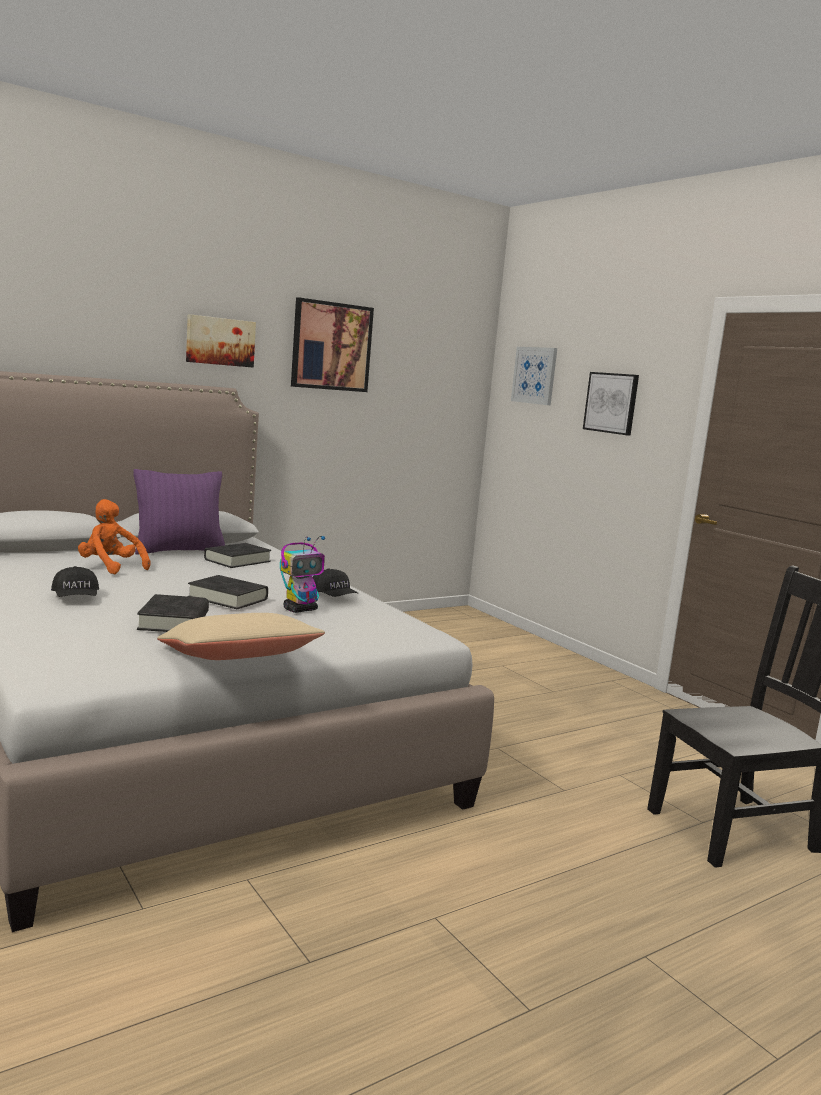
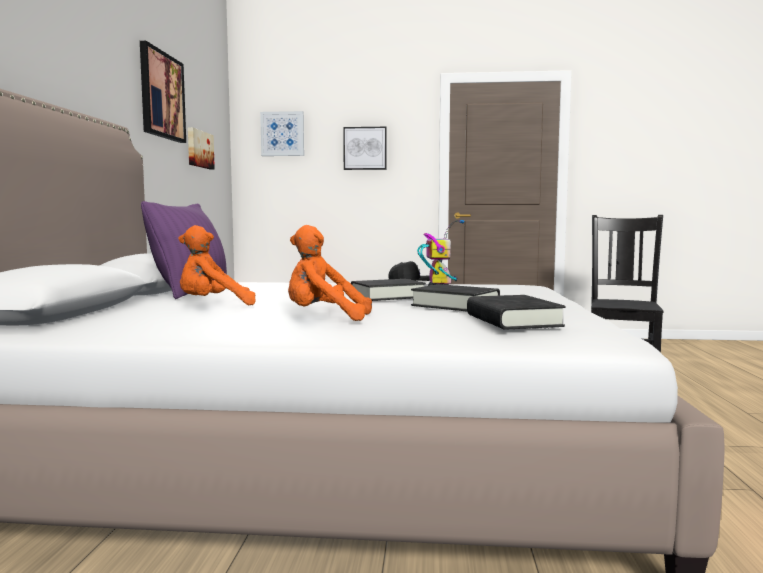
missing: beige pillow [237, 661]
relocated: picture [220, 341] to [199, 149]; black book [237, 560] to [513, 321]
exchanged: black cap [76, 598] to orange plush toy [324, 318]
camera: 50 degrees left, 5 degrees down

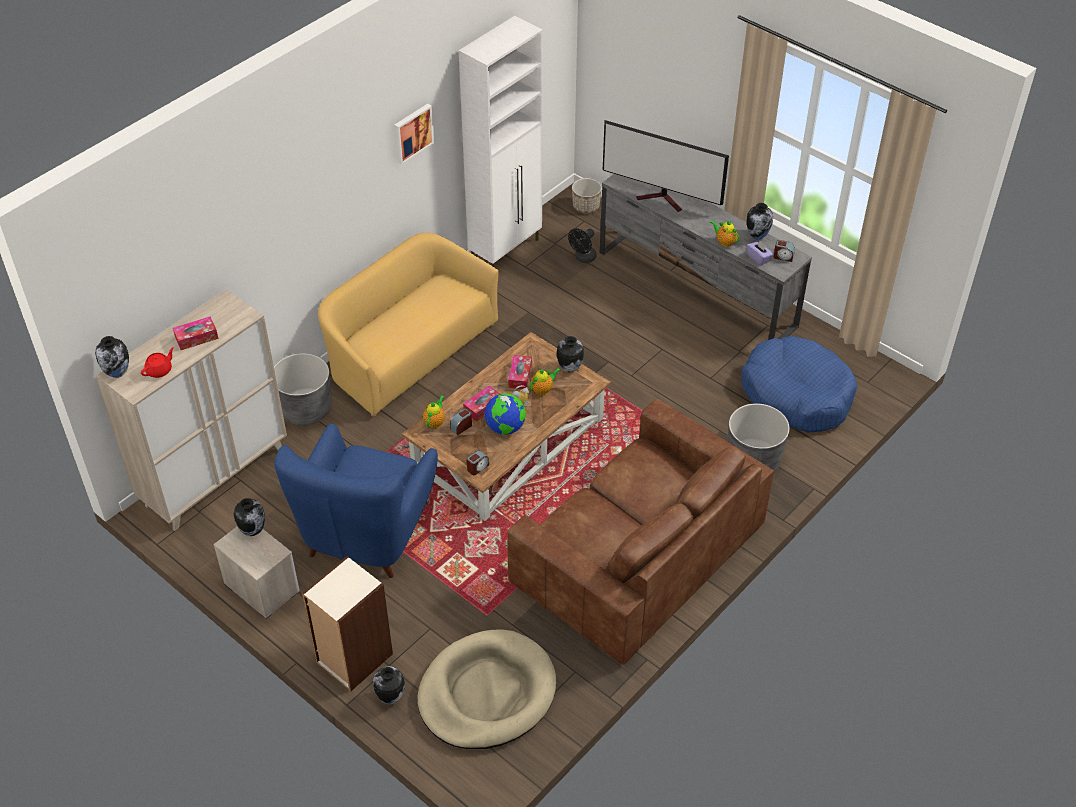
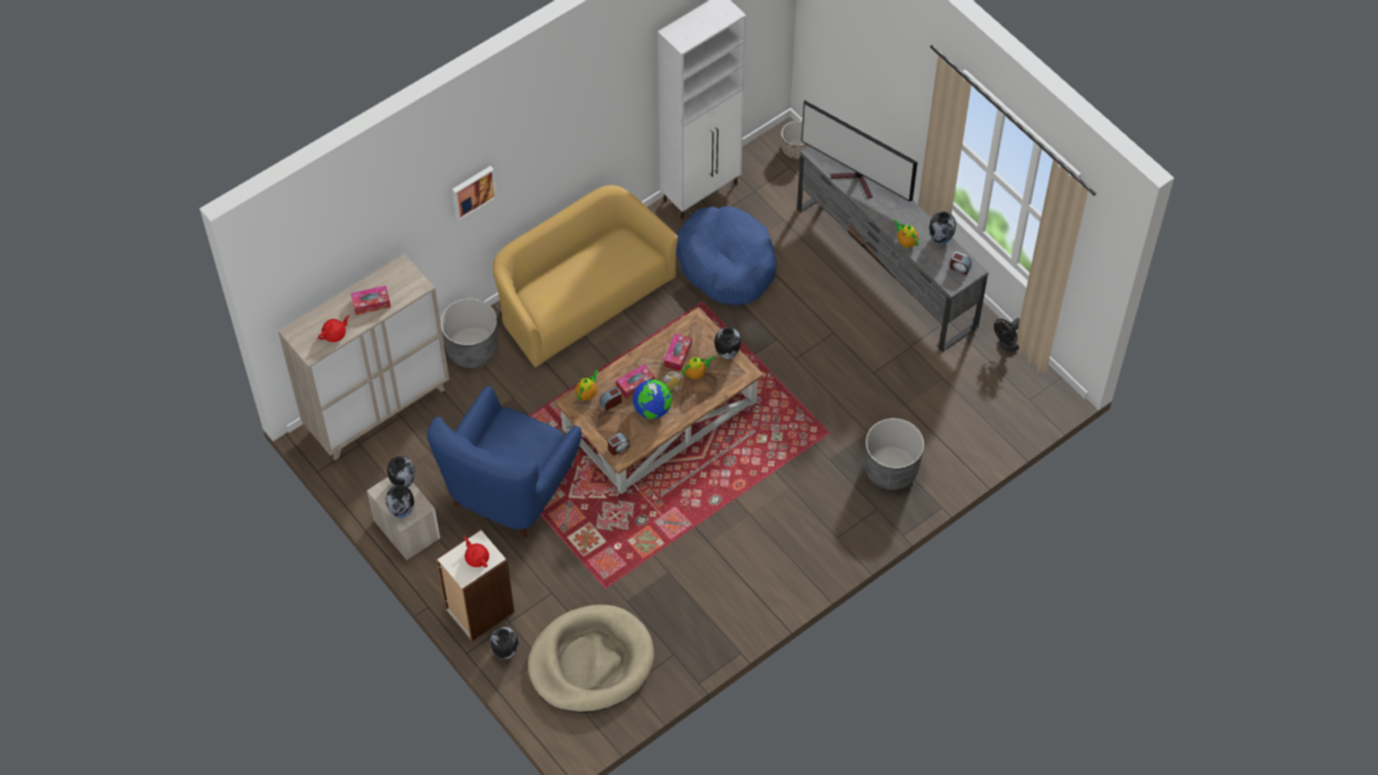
missing: brown sofa [638, 555]; purple tissue box [758, 258]
appeared: red teapot [477, 558]
relocated: vase [118, 373] to [402, 512]; picture [412, 132] to [473, 191]; black fan [583, 258] to [1007, 344]; blue dog bed [796, 394] to [726, 263]
camera: 10 degrees right, 10 degrees up

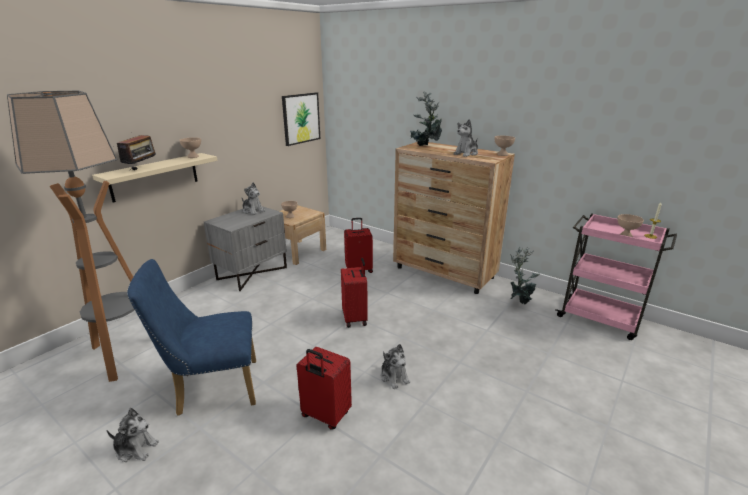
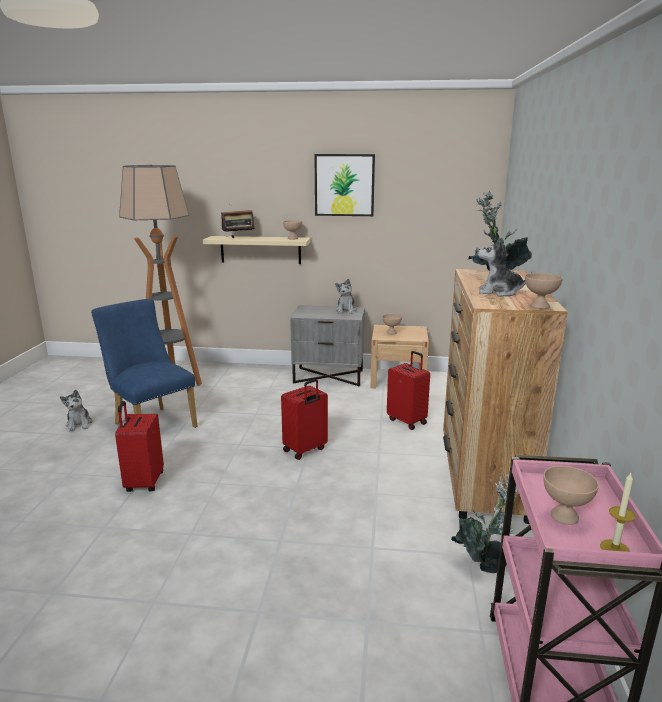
missing: plush toy [394, 377]
relocated: picture [301, 118] to [344, 185]
camera: 60 degrees right, 5 degrees down

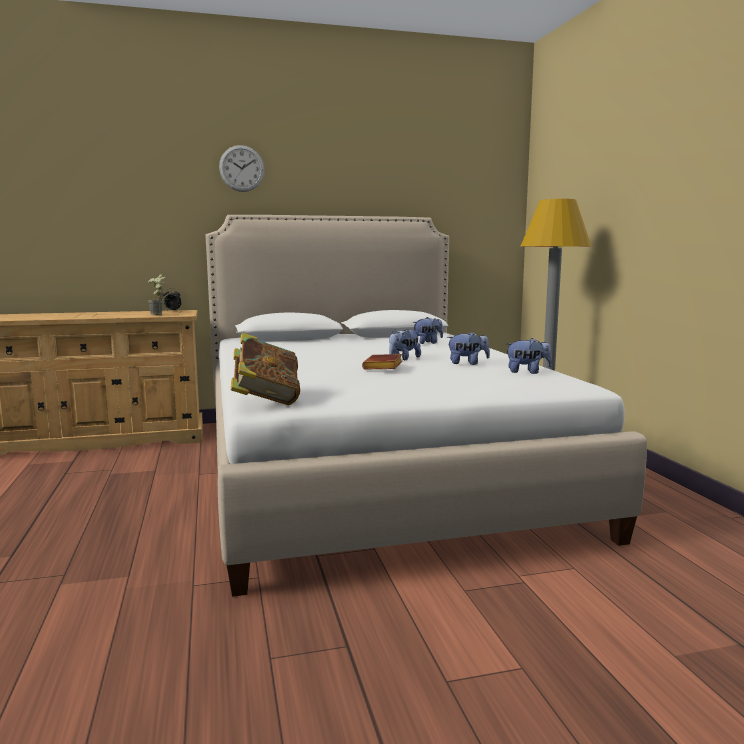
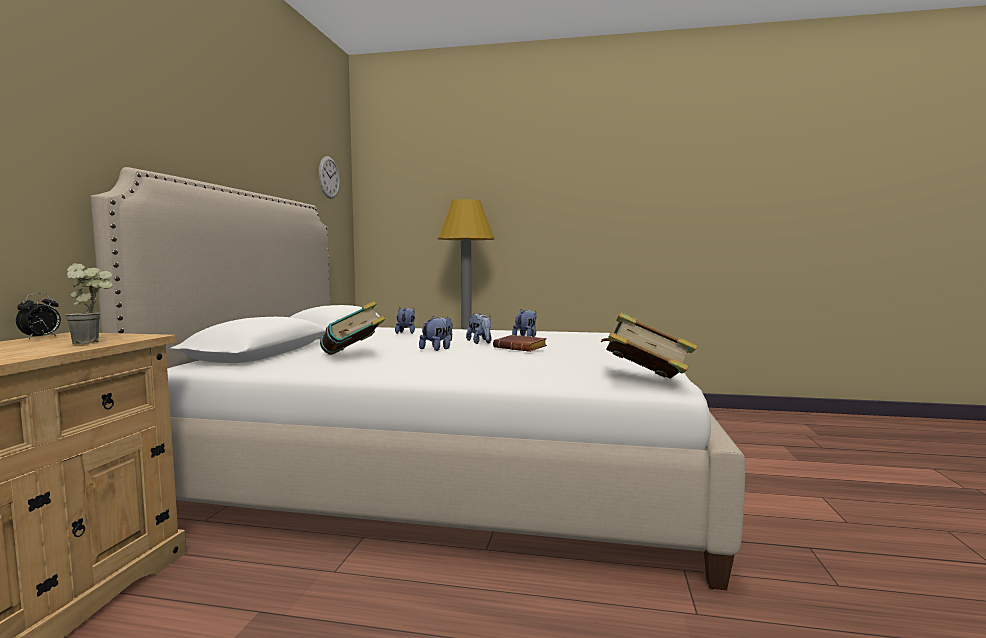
appeared: book [353, 356]
relocated: wall clock [242, 168] to [329, 177]; plush toy [527, 372] to [438, 349]
camera: 65 degrees left, 5 degrees down

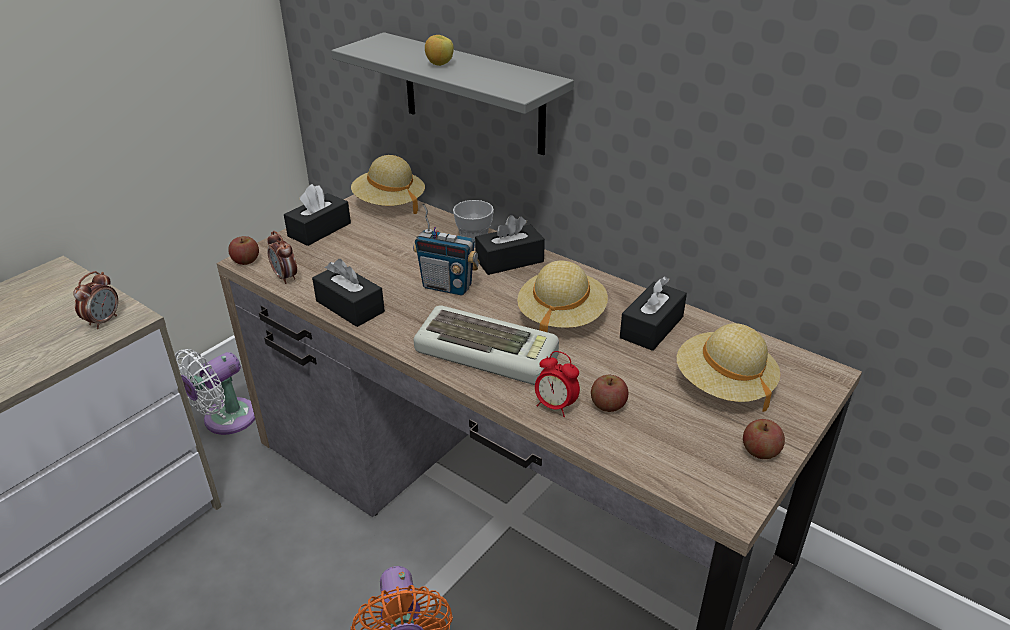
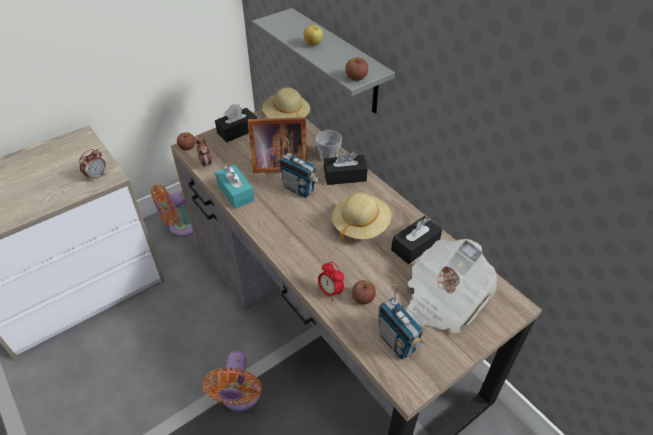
missing: keyboard [488, 353]
appeared: picture frame [277, 164]; radio [397, 342]
relocated: apple [760, 451] to [356, 77]
exchanged: beige hat [723, 385] to newspaper [443, 300]
colour: white fan [225, 420] to orange fan [181, 227]; black tissue box [350, 306] to turquoise tissue box [235, 193]
camera: 15 degrees right, 10 degrees up

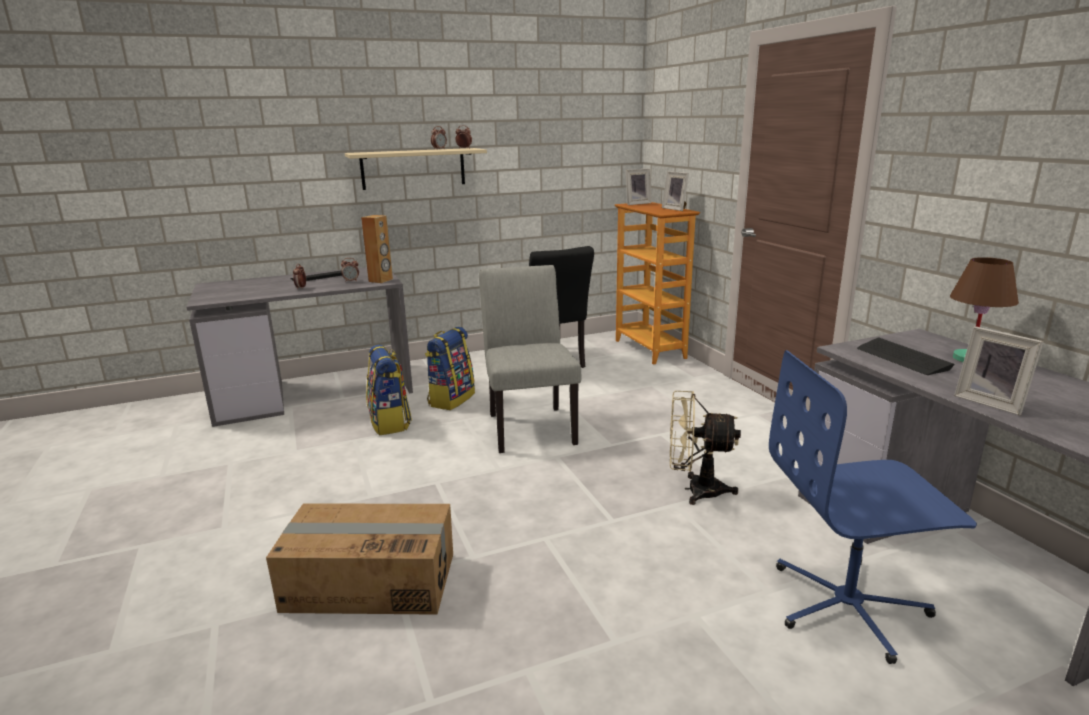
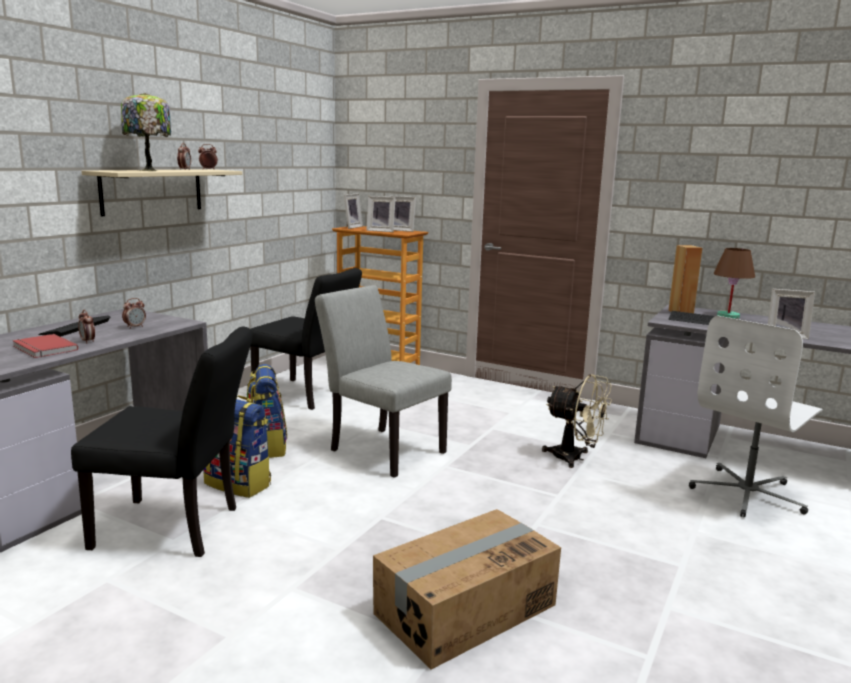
appeared: red book [43, 349]; black chair [177, 528]; table lamp [149, 170]; picture frame [381, 231]
relocated: brown speaker [381, 280] to [681, 312]
colour: blue office chair [849, 606] to white office chair [748, 494]
spun: beige fan [695, 490] = [575, 458] 120 degrees counterclockwise
camera: 40 degrees left, 5 degrees down

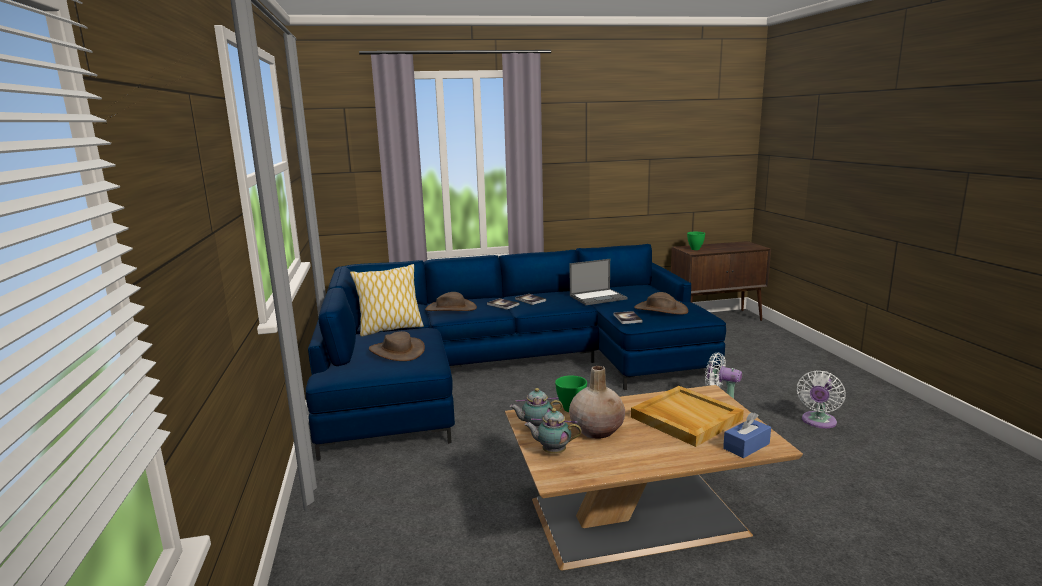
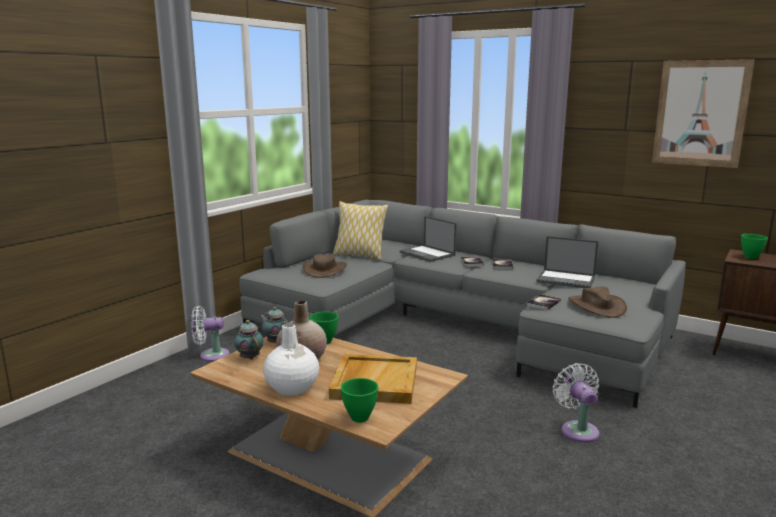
appeared: white vase [292, 388]; picture [700, 113]
relocated: white fan [818, 422] to [211, 355]
exchanged: brown hat [451, 308] to laptop [428, 254]; blue tissue box [746, 446] to green bowl [360, 418]
colour: blue sofa [504, 369] to grey sofa [455, 324]
camera: 45 degrees right, 0 degrees up

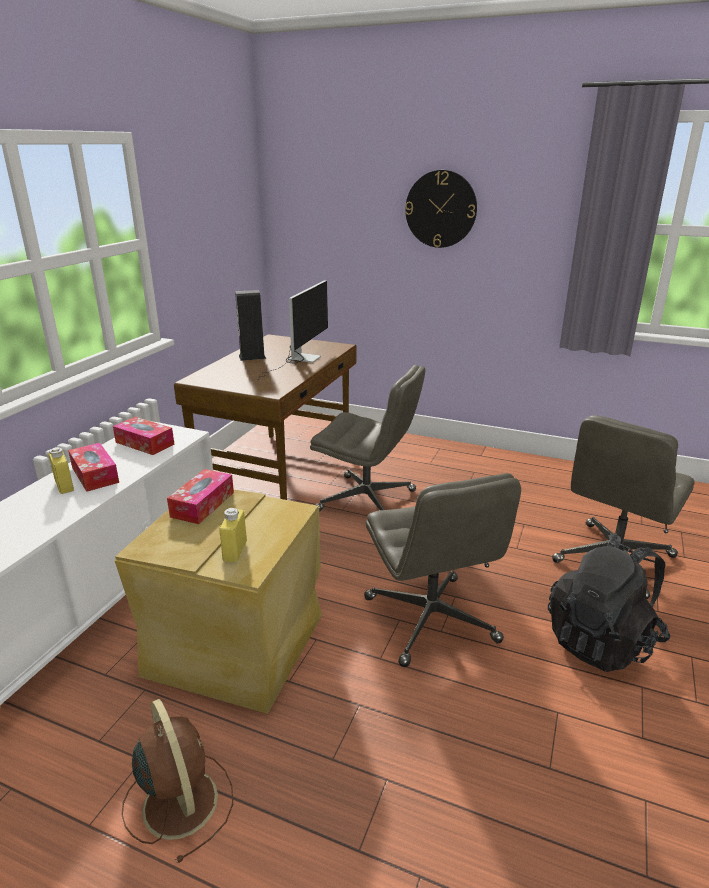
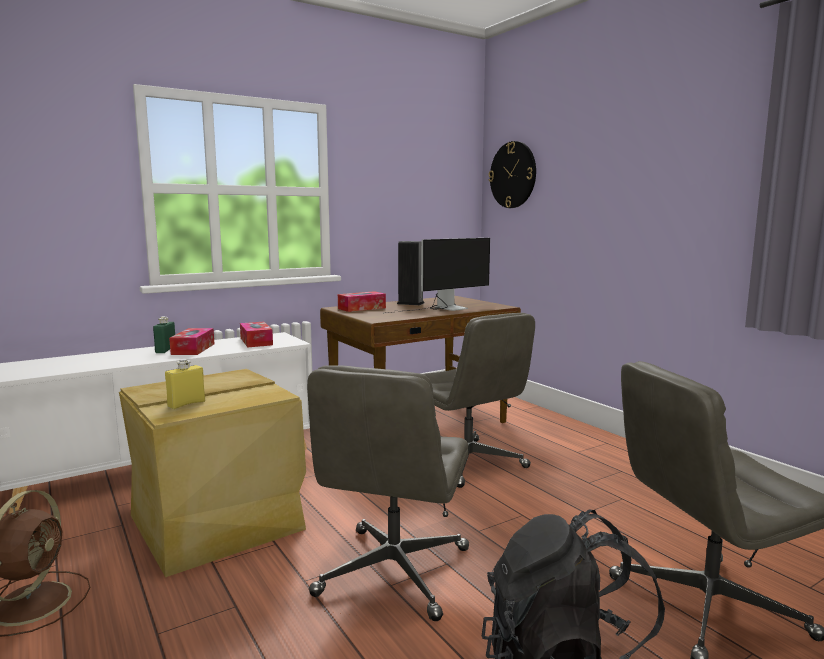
relocated: tissue box [202, 504] to [362, 308]; wall clock [440, 209] to [513, 175]
colour: yellow bottle [64, 486] to green bottle [166, 350]
camera: 35 degrees right, 15 degrees down

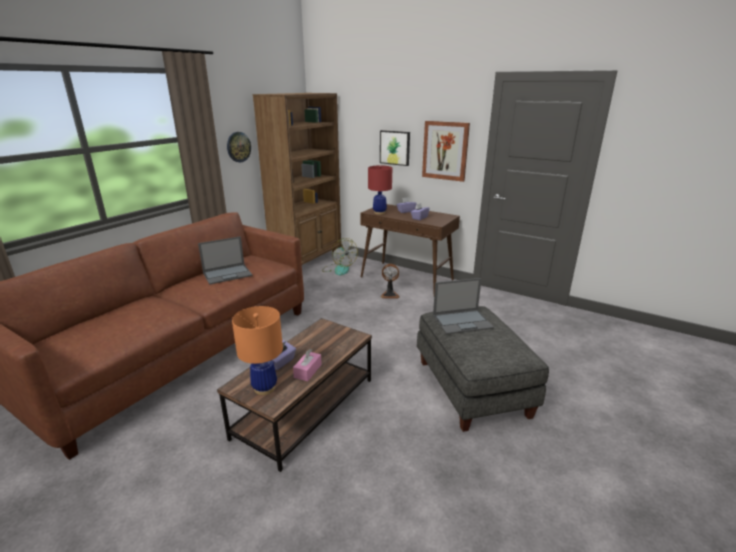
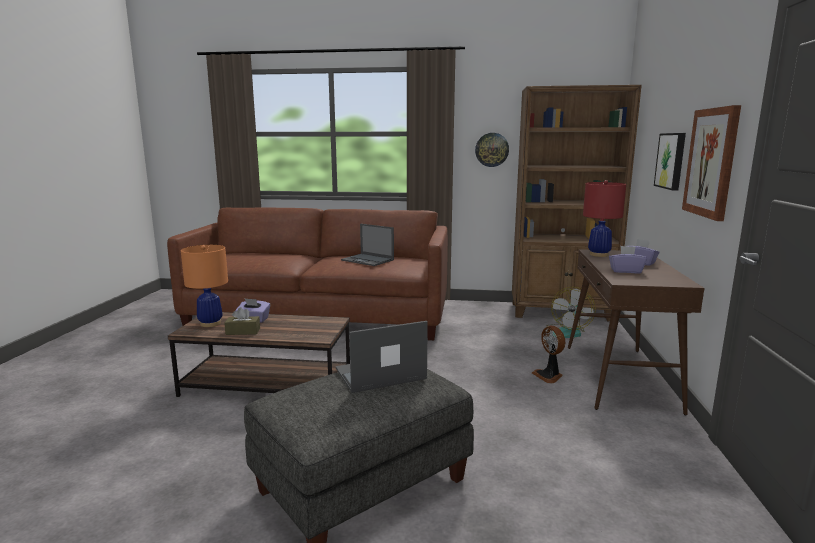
colour: pink tissue box [308, 371] to brown tissue box [243, 331]
spun: laptop [463, 321] = [379, 374] 105 degrees clockwise
camera: 65 degrees right, 10 degrees down

